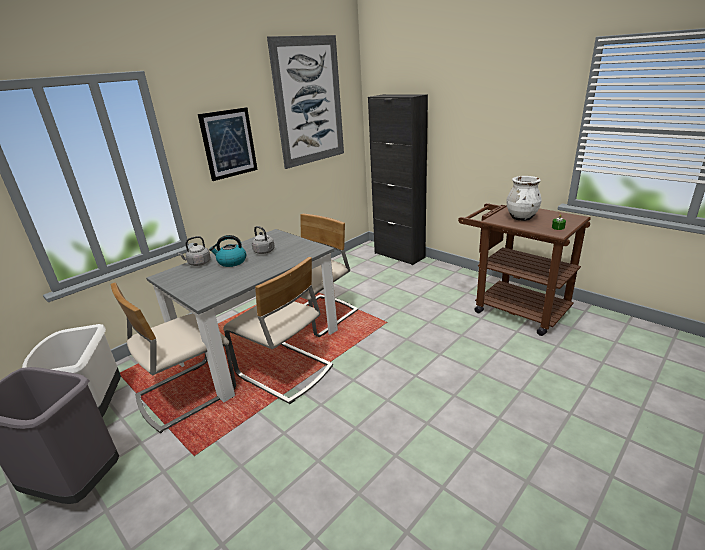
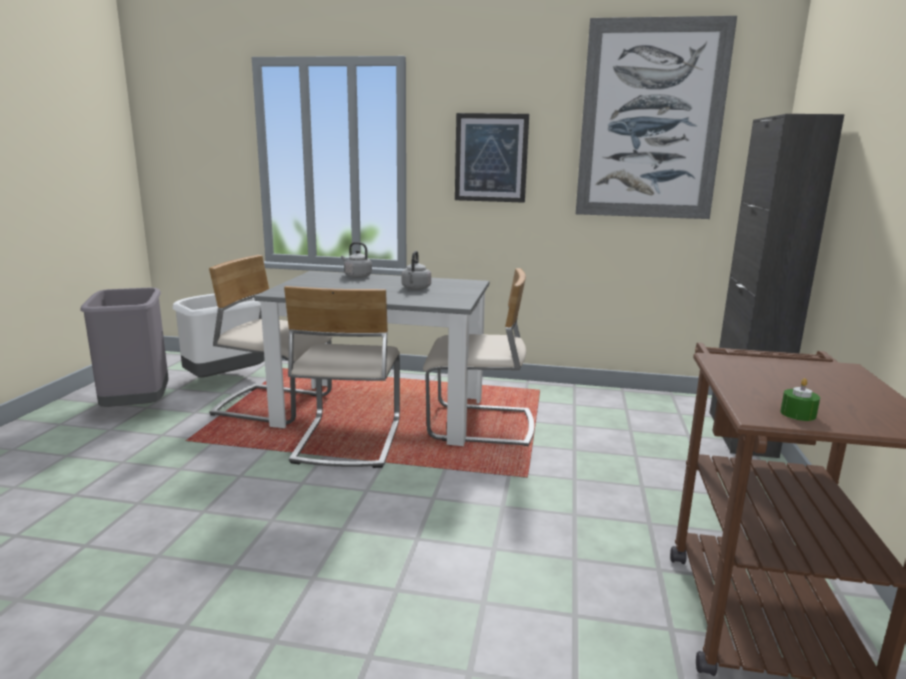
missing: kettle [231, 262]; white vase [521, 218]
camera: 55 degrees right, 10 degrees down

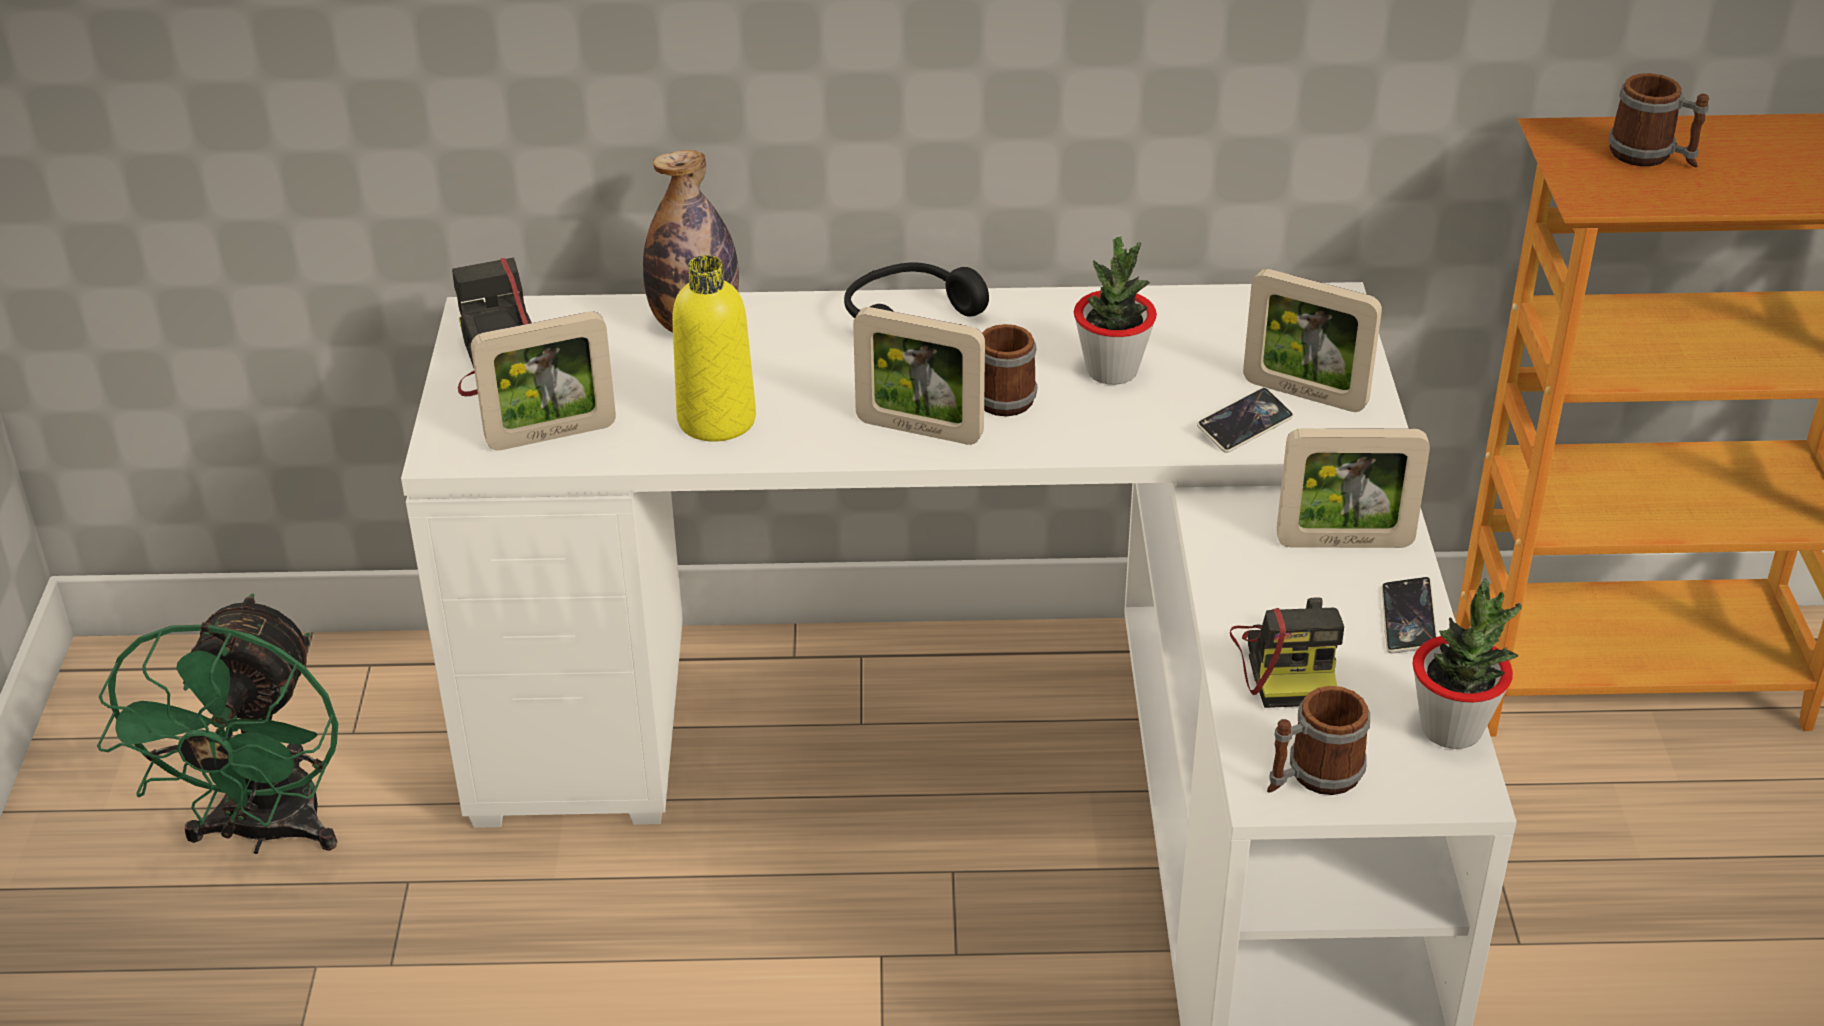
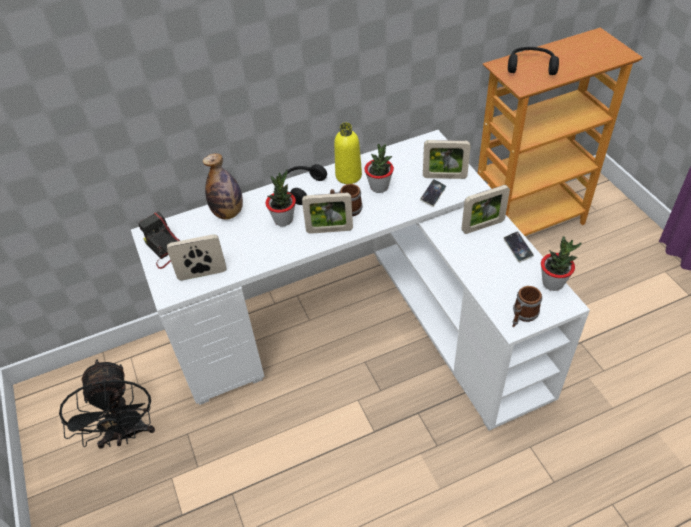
missing: photo camera [1289, 663]
appeared: potted plant [283, 220]
relocated: yellow bottle [716, 420] to [348, 176]
exchanged: mug [1652, 156] to black headphones [531, 66]
colour: green fan [265, 833] to black fan [126, 434]
spun: picture frame [551, 435] = [202, 274] 150 degrees counterclockwise
camera: 20 degrees left, 10 degrees up

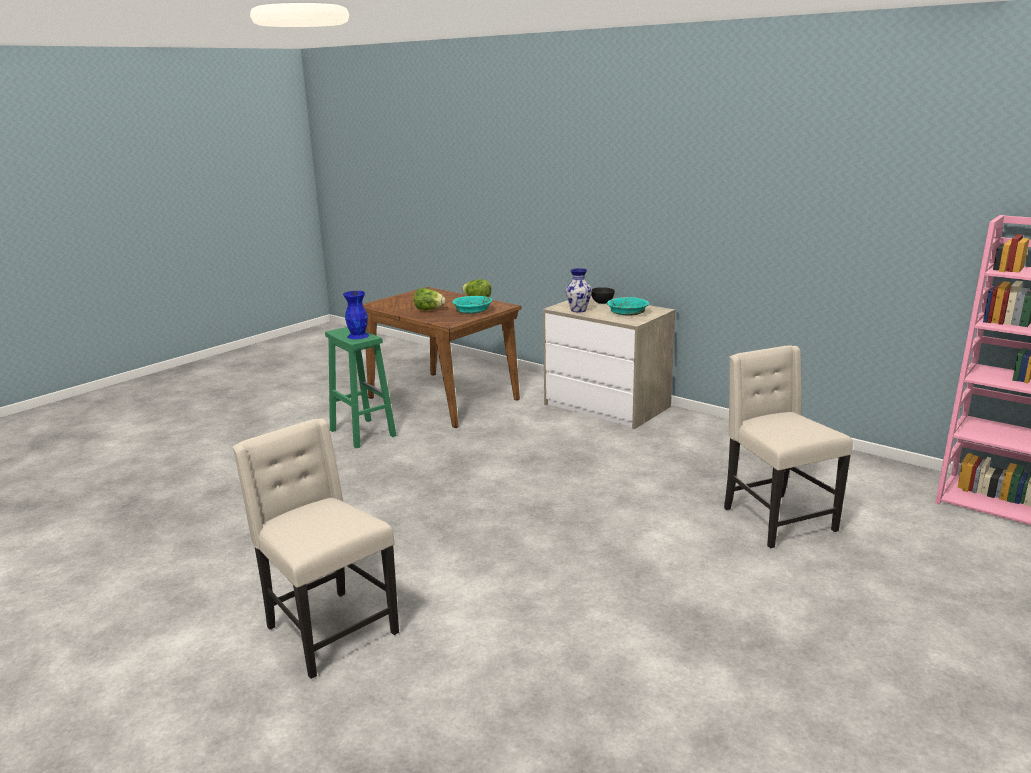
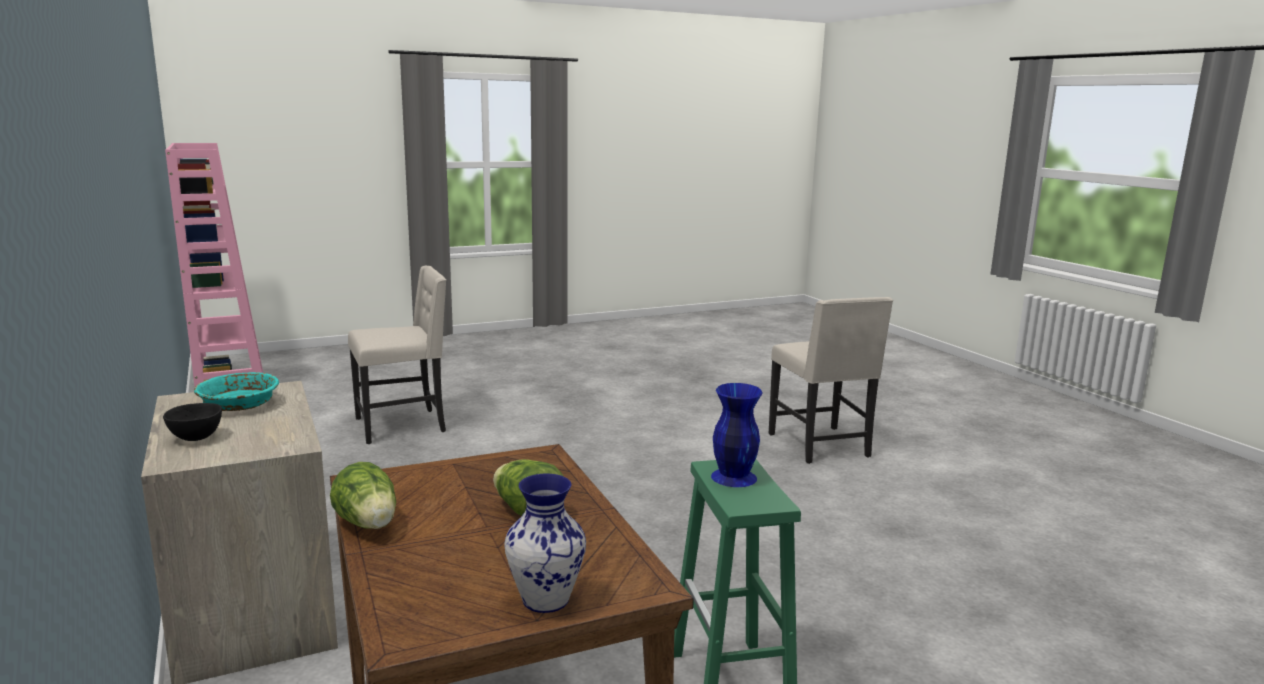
missing: turquoise bowl [472, 311]
relocated: vase [578, 310] to [544, 600]
spun: beige chair [775, 519] = [402, 425] 120 degrees counterclockwise
camera: 155 degrees left, 5 degrees down

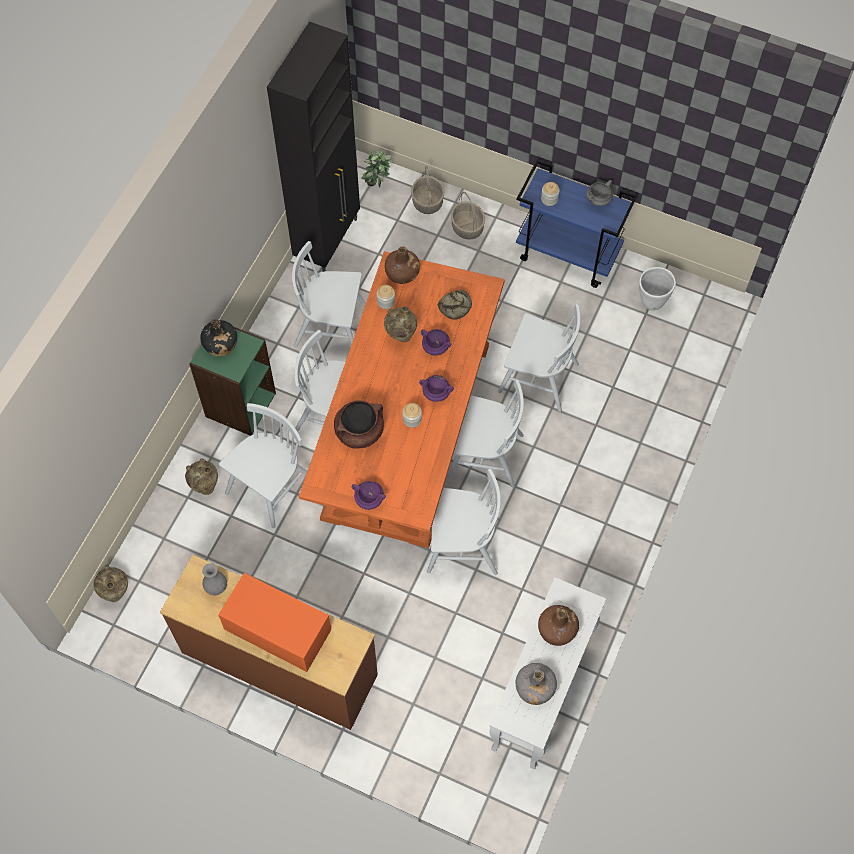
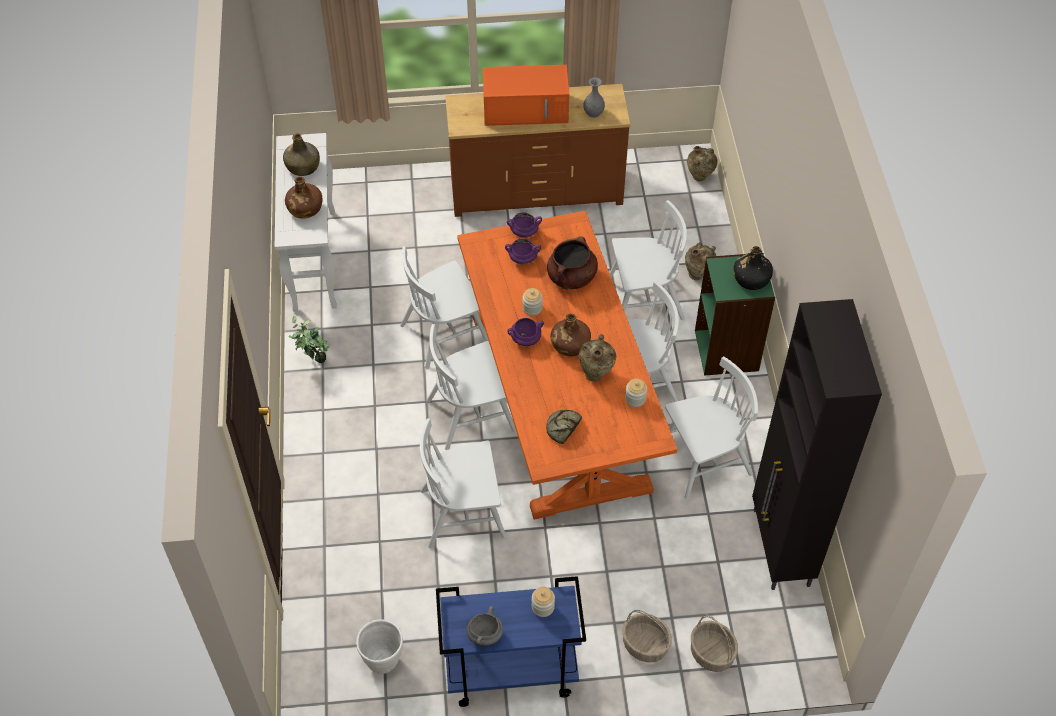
relocated: potted plant [377, 185] to [313, 361]; brown bottle [402, 273] to [570, 345]; purple cooking pot [435, 347] to [523, 259]
colour: grey bottle [534, 688] to green bottle [303, 167]
spun: white chair [270, 486] = [644, 301] 105 degrees counterclockwise
camera: 150 degrees right, 10 degrees down

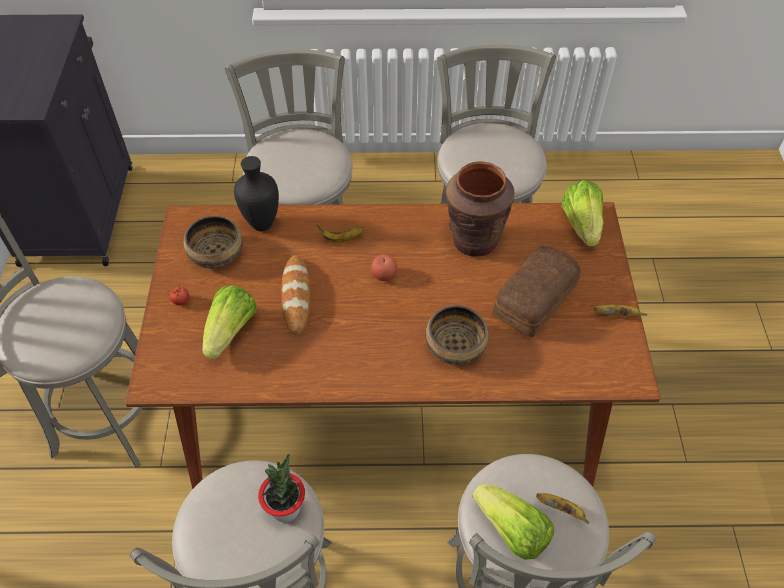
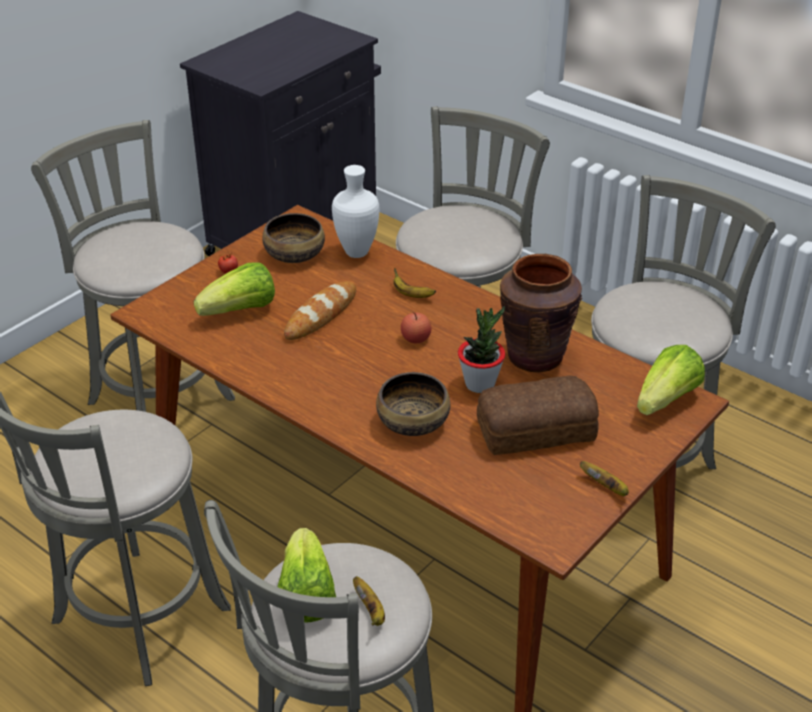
relocated: potted plant [285, 508] to [480, 384]
colour: black vase [263, 224] to white vase [358, 253]
camera: 40 degrees right, 15 degrees down

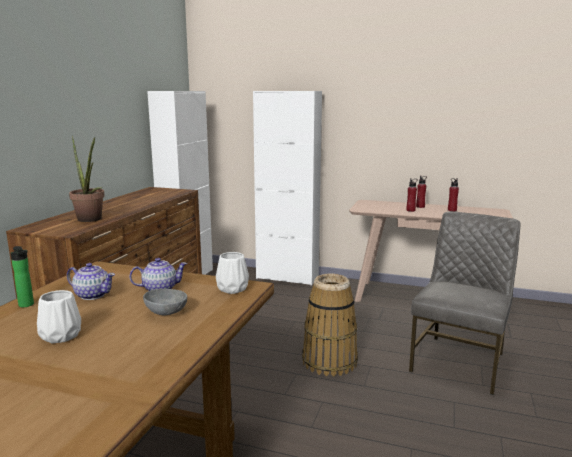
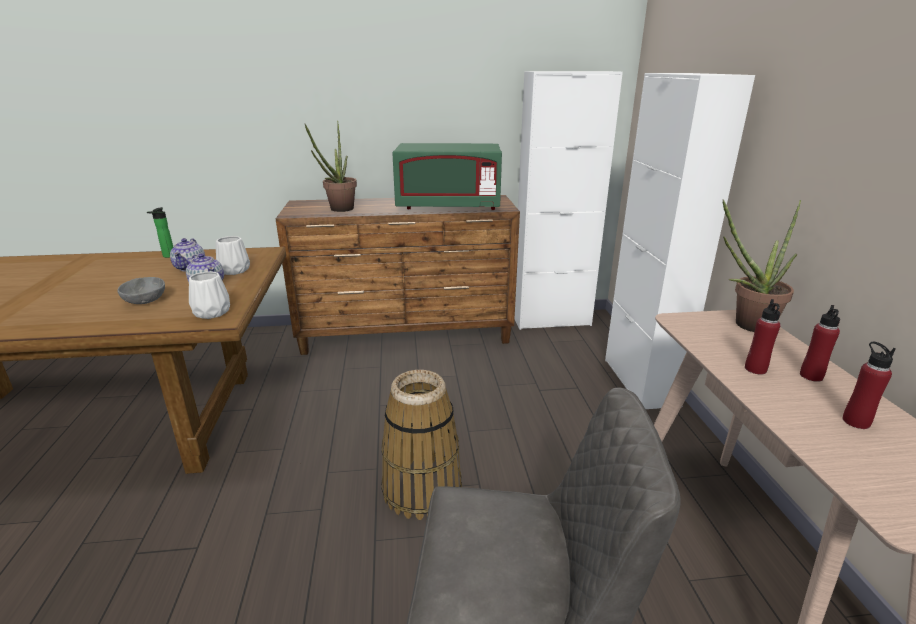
appeared: green microwave [449, 206]; potted plant [746, 325]
relocated: white vase [60, 335] to [235, 270]
camera: 65 degrees right, 10 degrees up

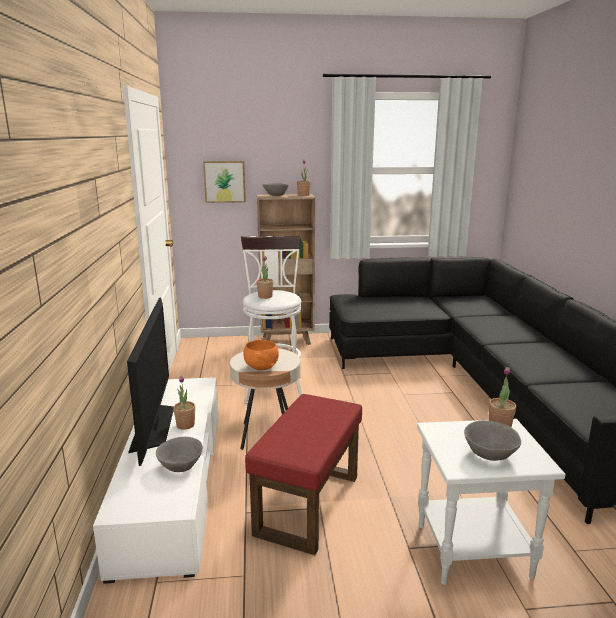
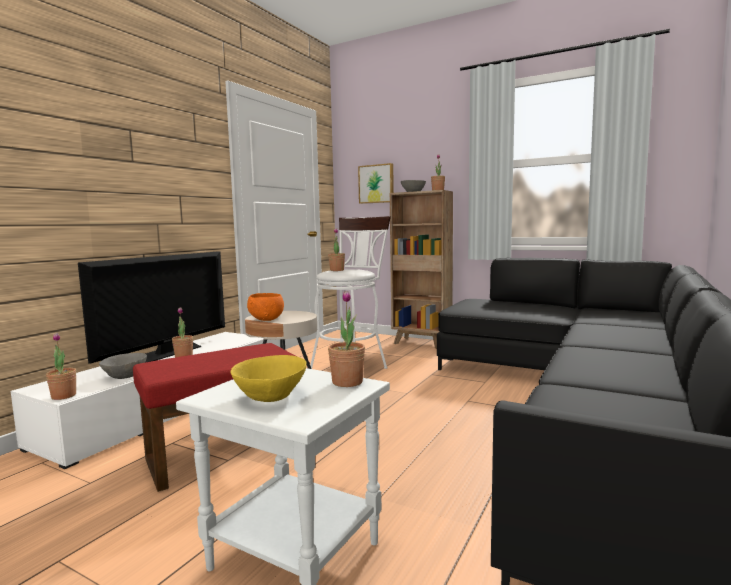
appeared: potted plant [63, 396]
colour: grey bowl [489, 454] to yellow bowl [269, 396]
camera: 35 degrees right, 10 degrees down

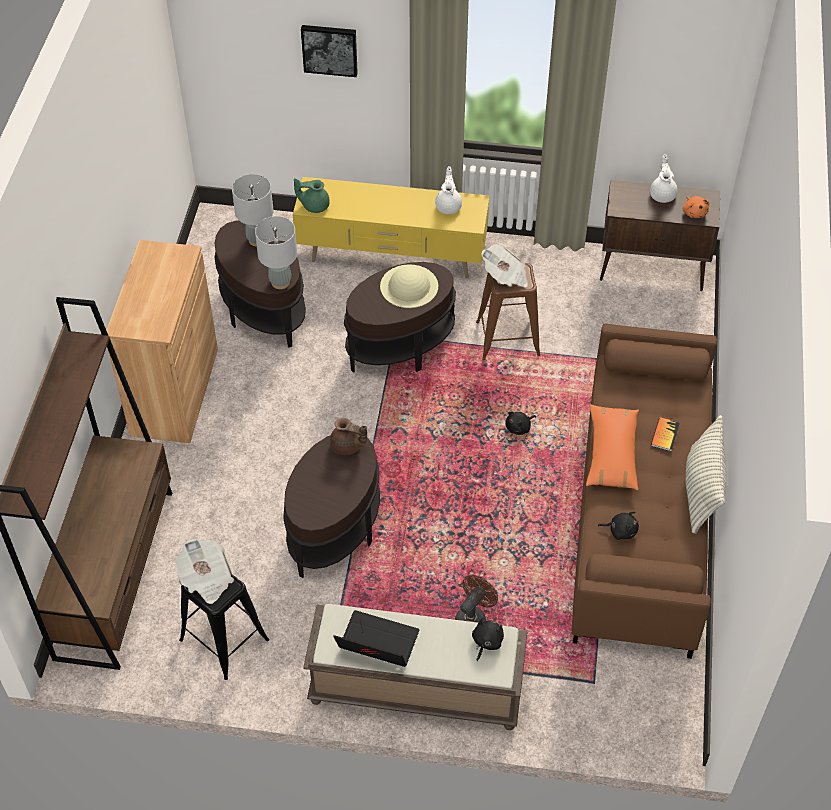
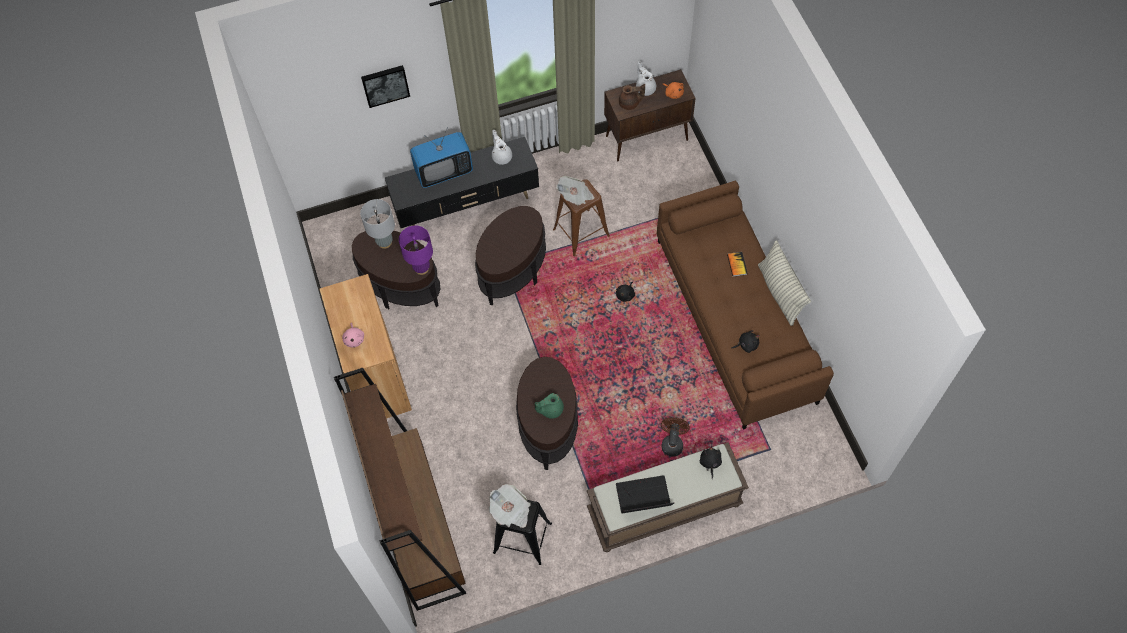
missing: beige hat [409, 286]; orange pillow [612, 453]
appeared: pink plush toy [354, 339]; television [444, 172]
relocated: green teapot [314, 205] to [550, 409]; brown teapot [347, 446] to [630, 103]
colour: grey table lamp [280, 282] to purple table lamp [421, 268]; yellow tv stand [393, 257] to black tv stand [467, 205]
camera: 25 degrees left, 10 degrees up

